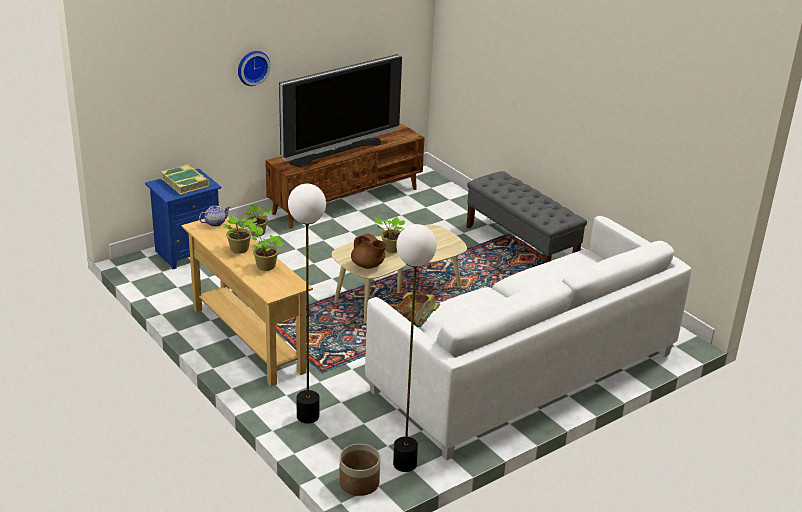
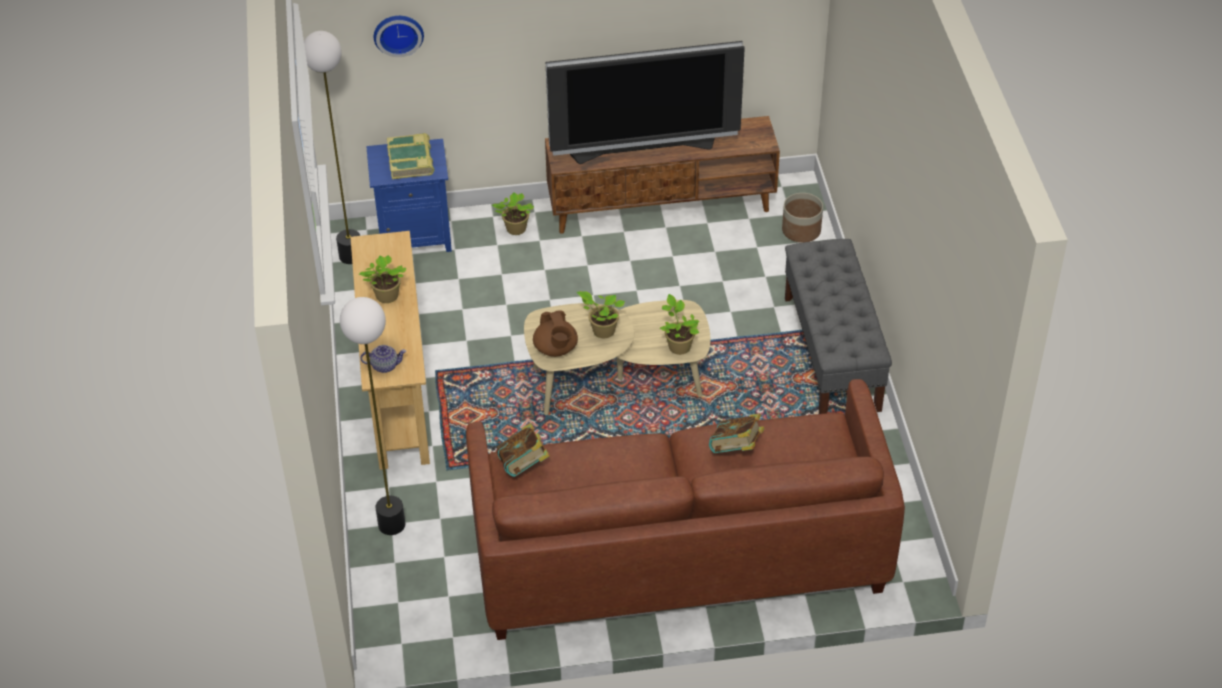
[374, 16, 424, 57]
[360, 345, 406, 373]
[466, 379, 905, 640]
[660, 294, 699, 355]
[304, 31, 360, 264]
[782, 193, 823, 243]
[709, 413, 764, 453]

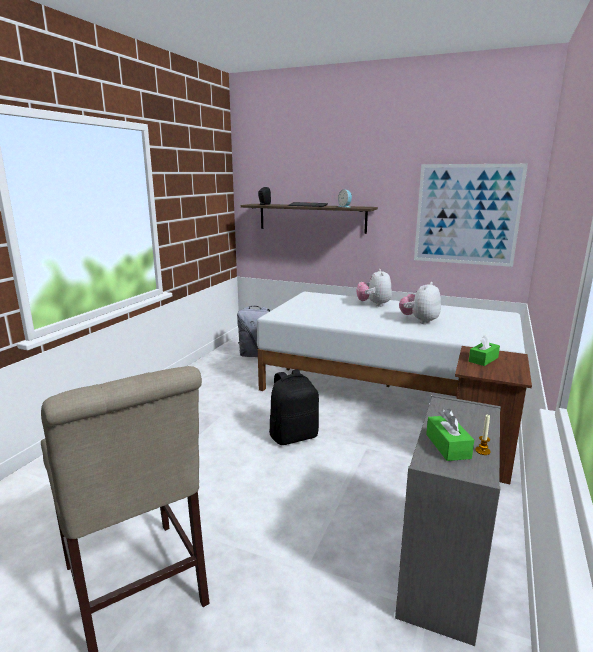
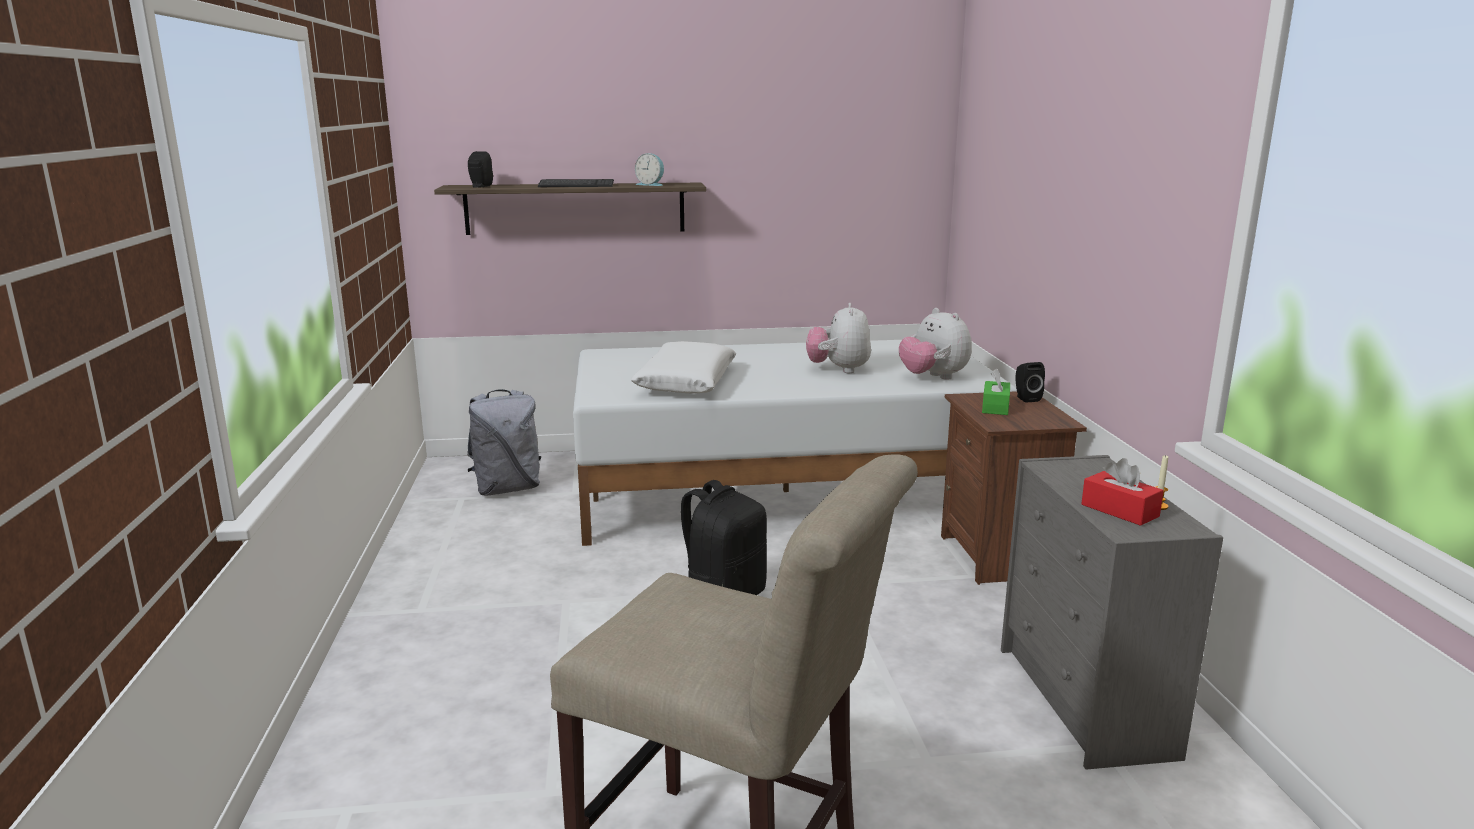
[414, 164, 528, 267] (first image)
[899, 308, 972, 380]
[1081, 458, 1164, 526]
[631, 341, 736, 394]
[1015, 362, 1045, 402]

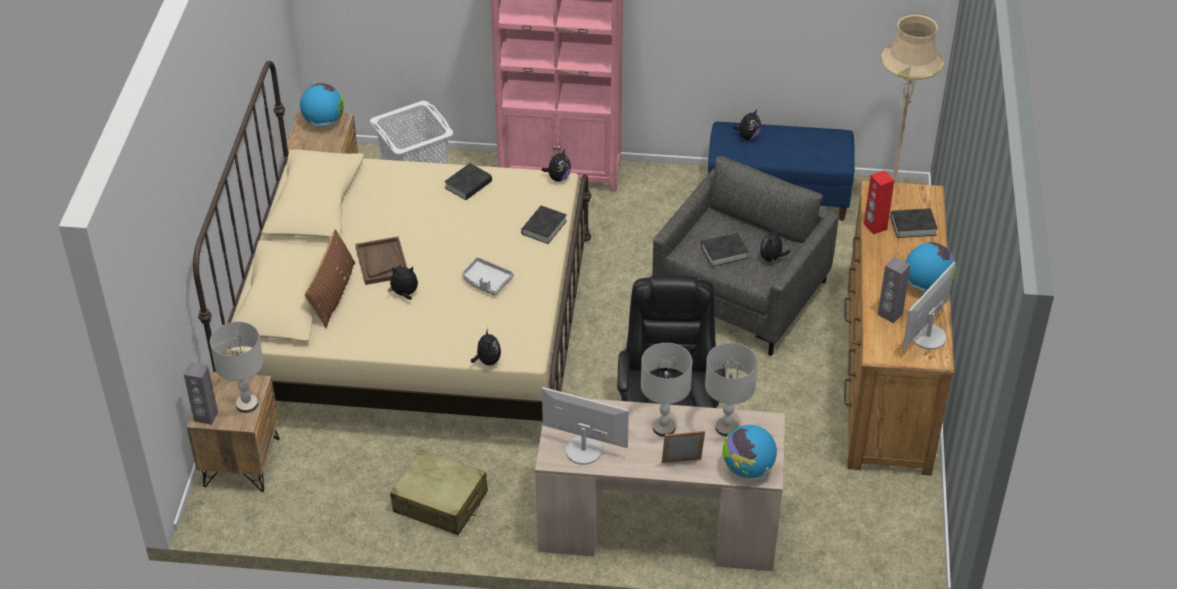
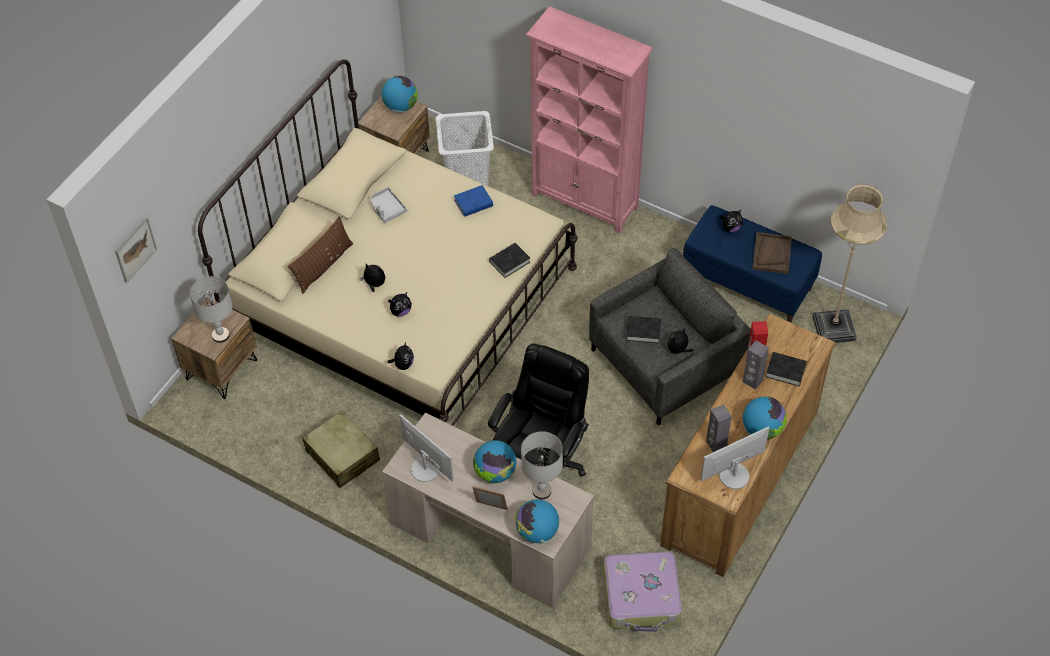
[388, 292, 412, 317]
[454, 185, 493, 217]
[752, 232, 792, 274]
[370, 187, 407, 223]
[473, 440, 517, 484]
[742, 340, 769, 390]
[115, 218, 157, 283]
[603, 551, 682, 632]

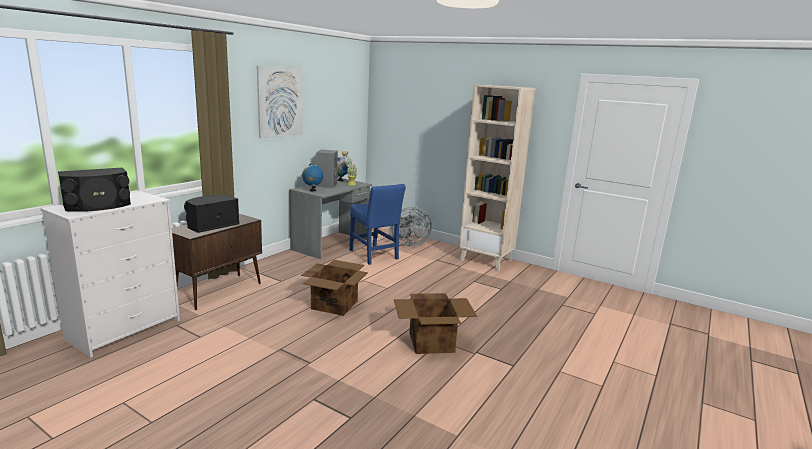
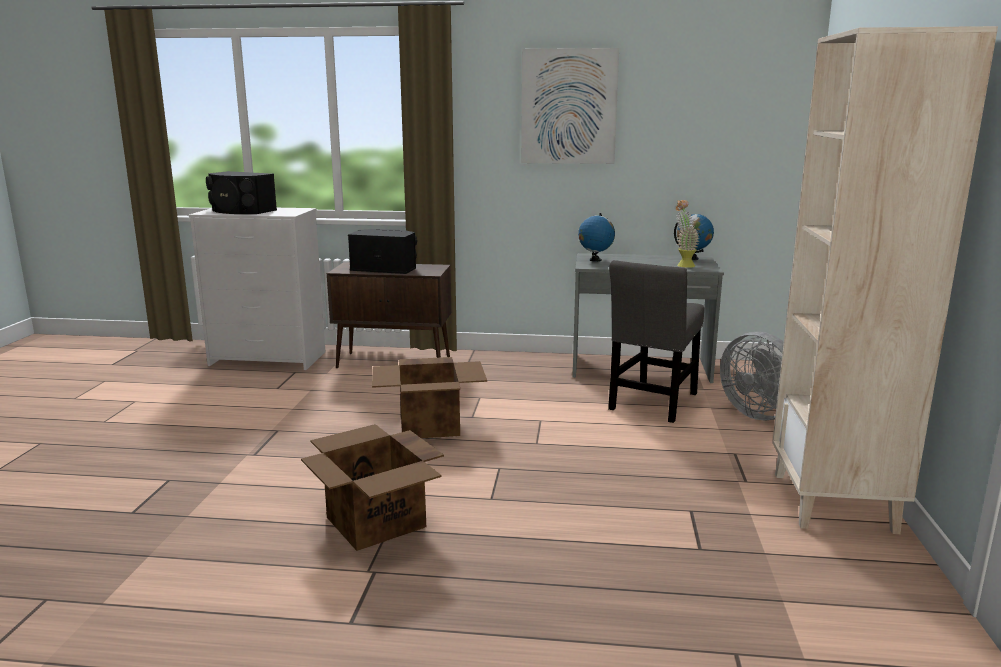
[316, 150, 338, 188] (first image)
[608, 260, 704, 423]

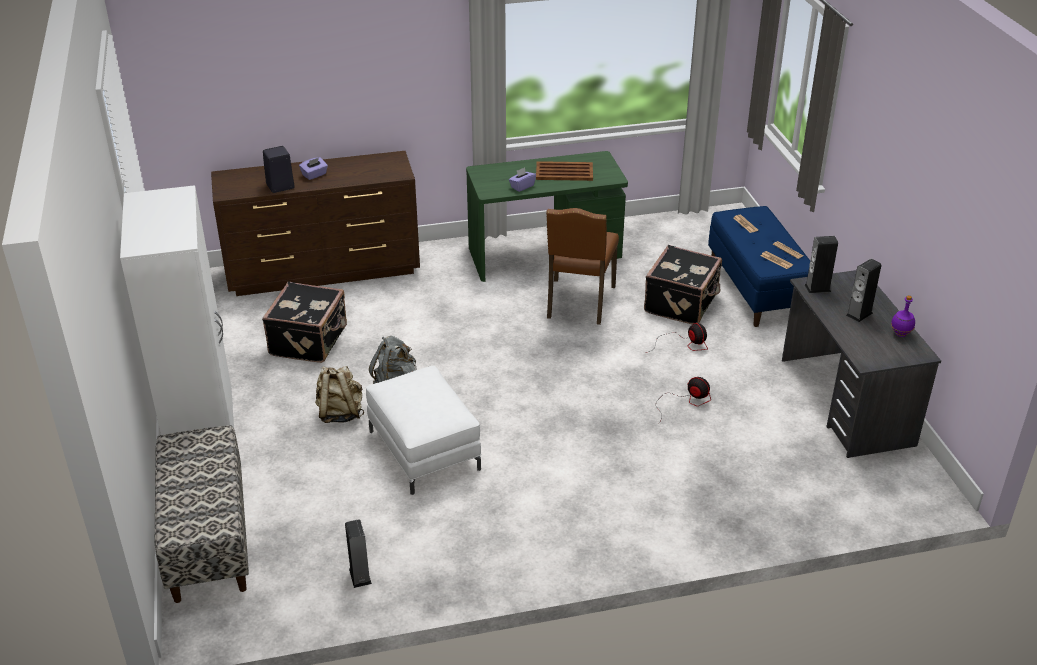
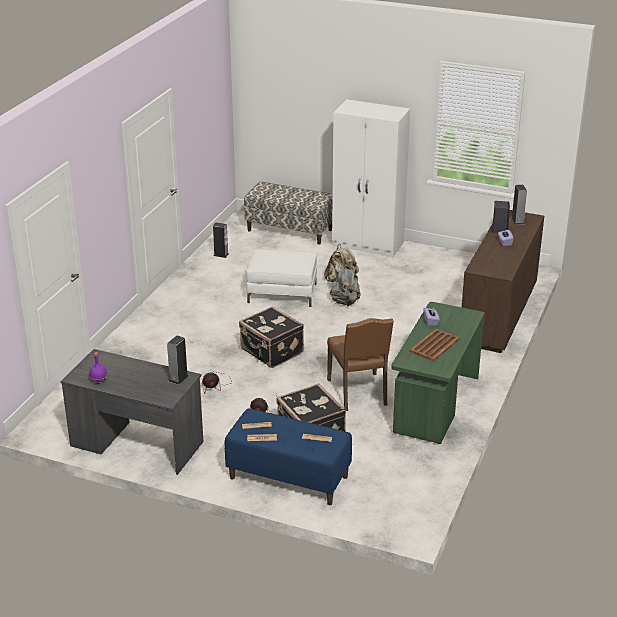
[327, 318, 394, 411]
[511, 184, 527, 225]
[239, 306, 304, 368]

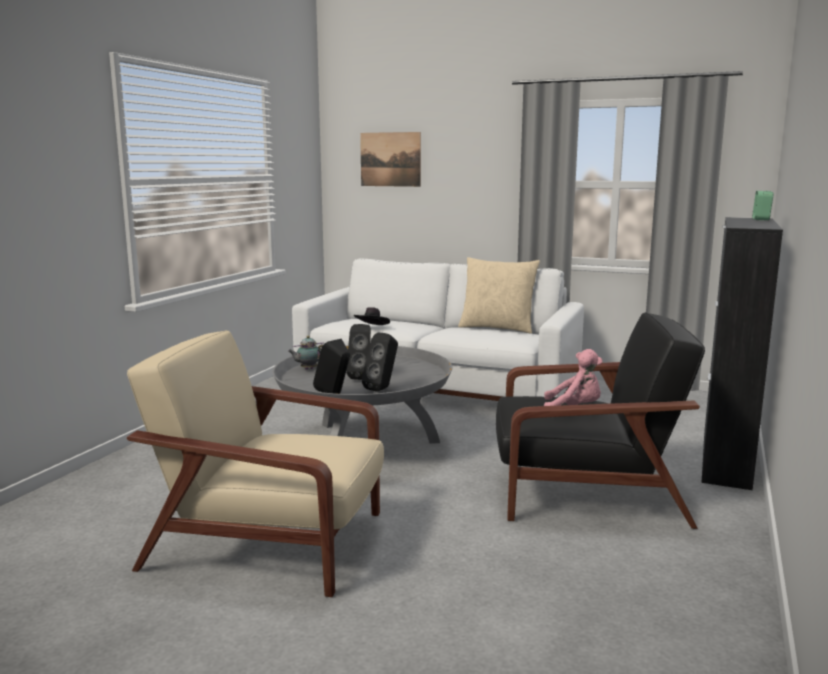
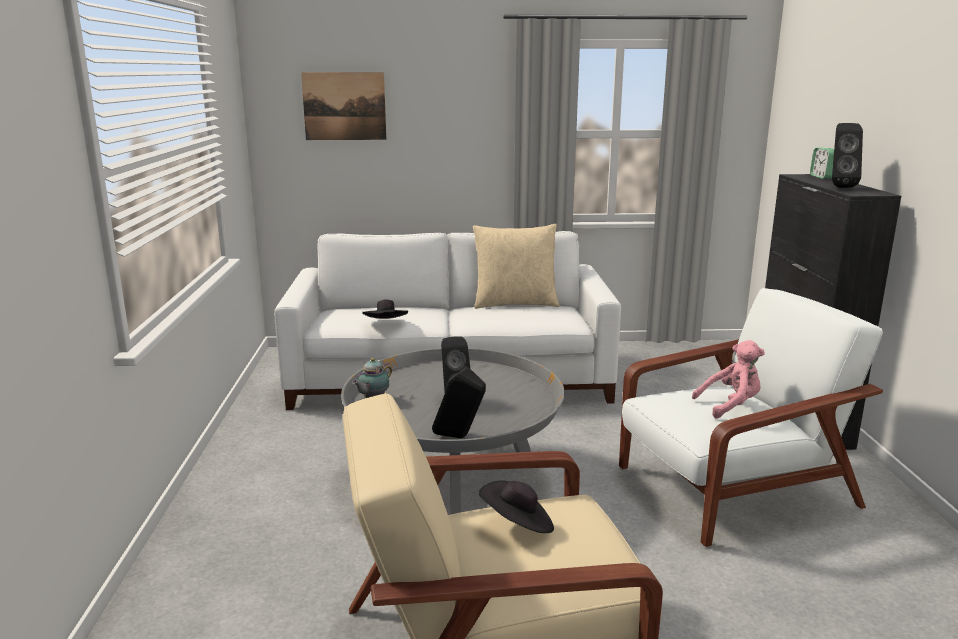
[619, 288, 883, 547]
[832, 123, 863, 188]
[478, 480, 554, 533]

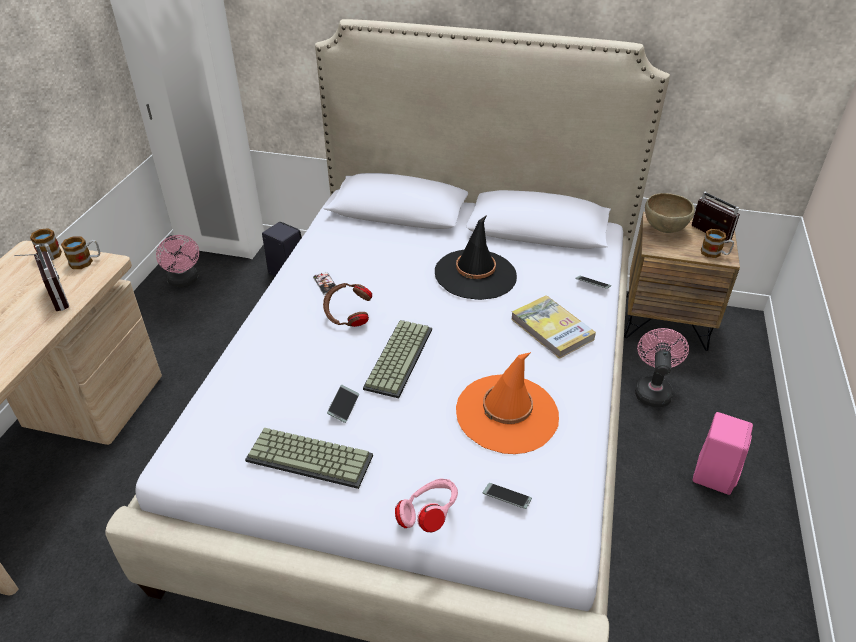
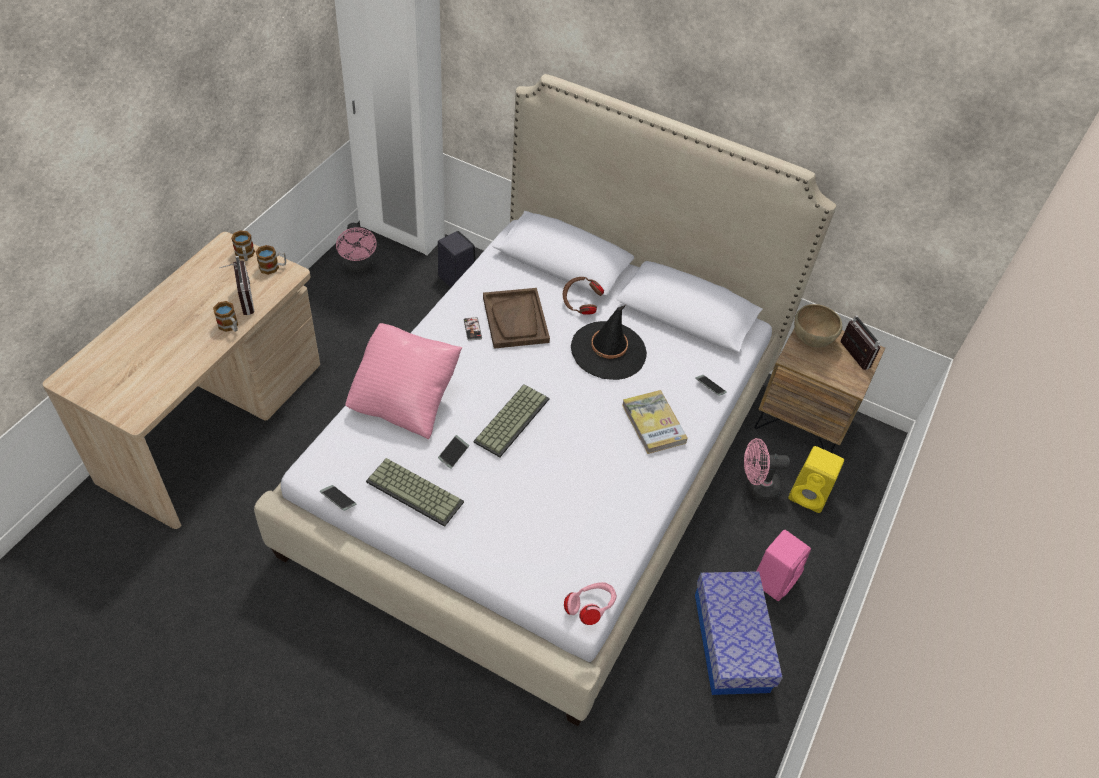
[213, 301, 238, 332]
[563, 277, 604, 315]
[744, 438, 790, 501]
[456, 352, 559, 454] (first image)
[564, 582, 617, 625]
[320, 485, 356, 511]
[483, 288, 550, 349]
[346, 323, 462, 439]
[788, 446, 844, 513]
[695, 571, 782, 695]

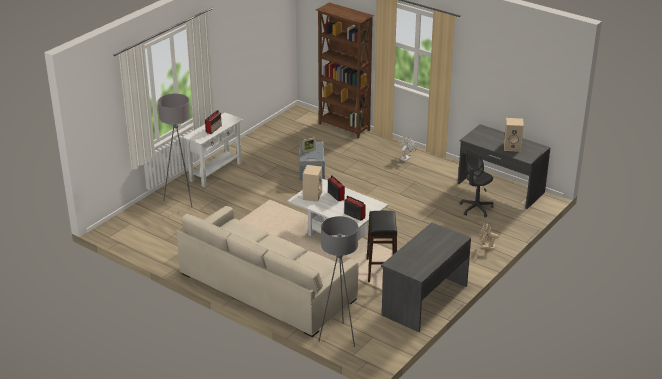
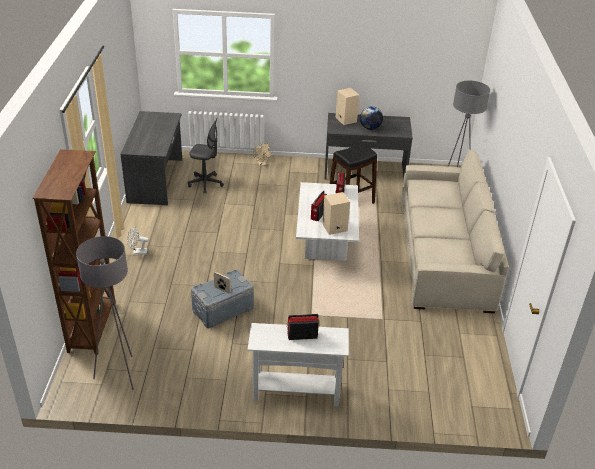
[76, 236, 134, 390]
[335, 88, 359, 125]
[360, 106, 383, 130]

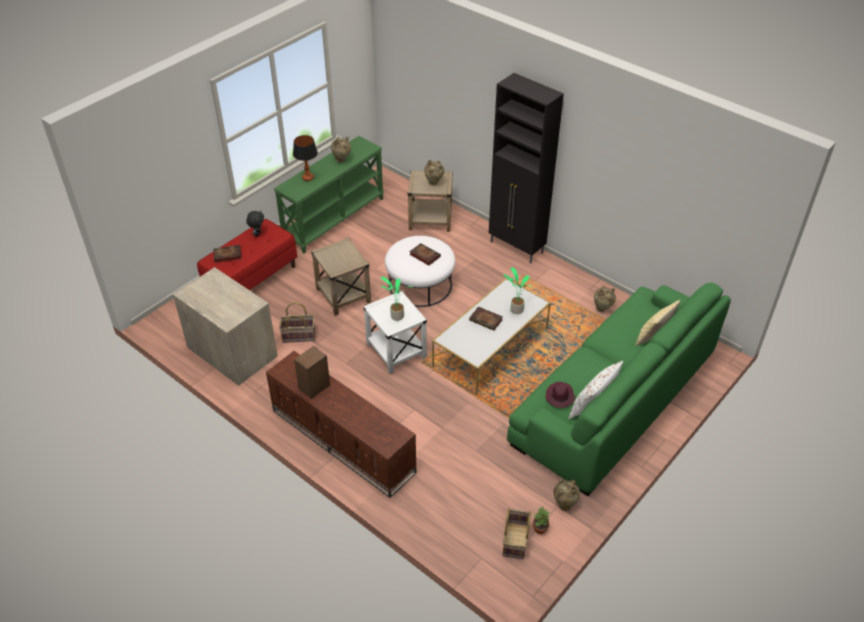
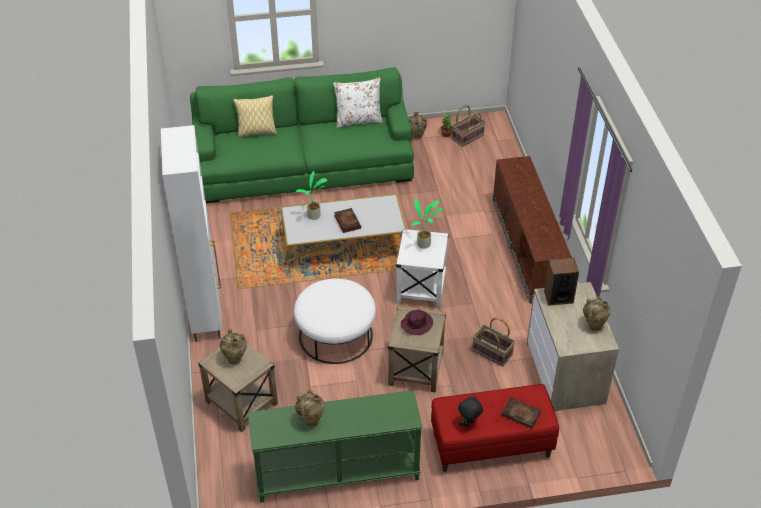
[161, 125, 222, 342]
[293, 135, 318, 181] (first image)
[409, 243, 441, 266] (first image)
[583, 296, 610, 331]
[544, 258, 579, 306]
[401, 310, 433, 335]

